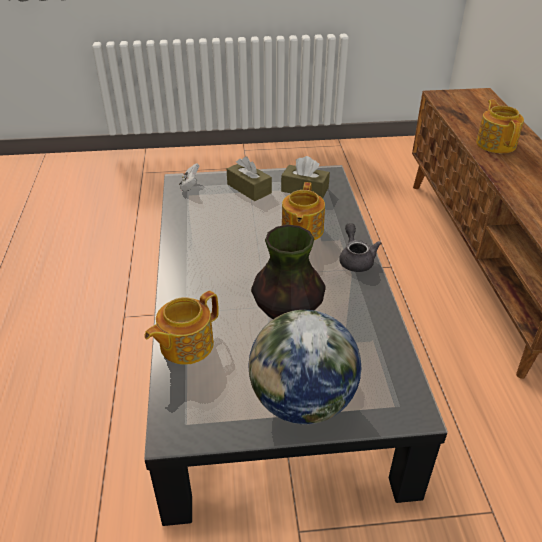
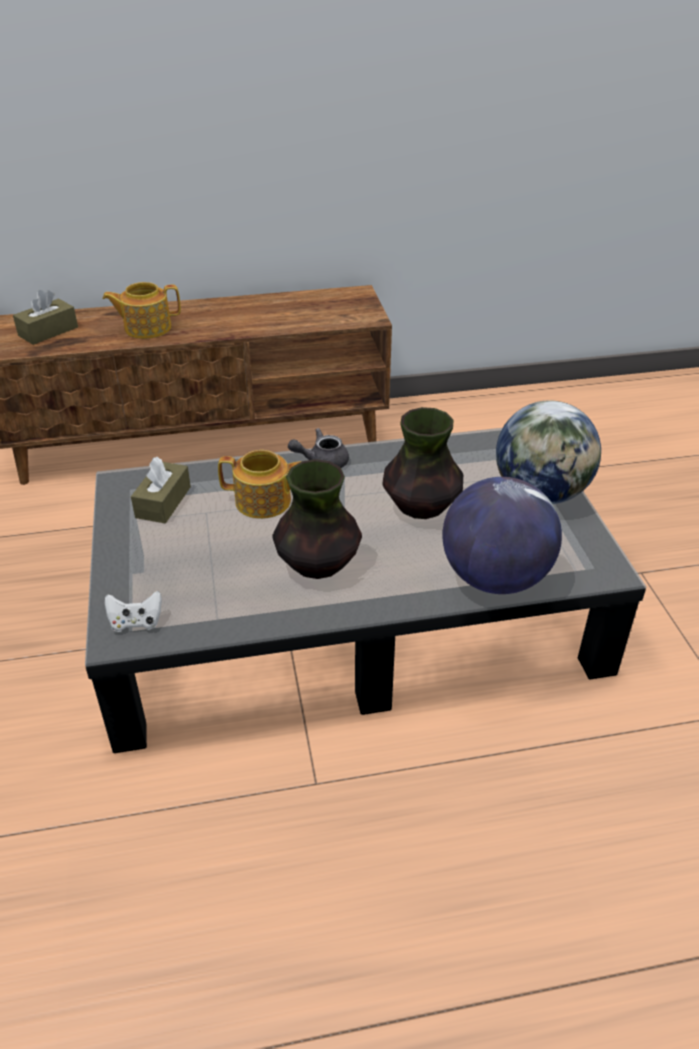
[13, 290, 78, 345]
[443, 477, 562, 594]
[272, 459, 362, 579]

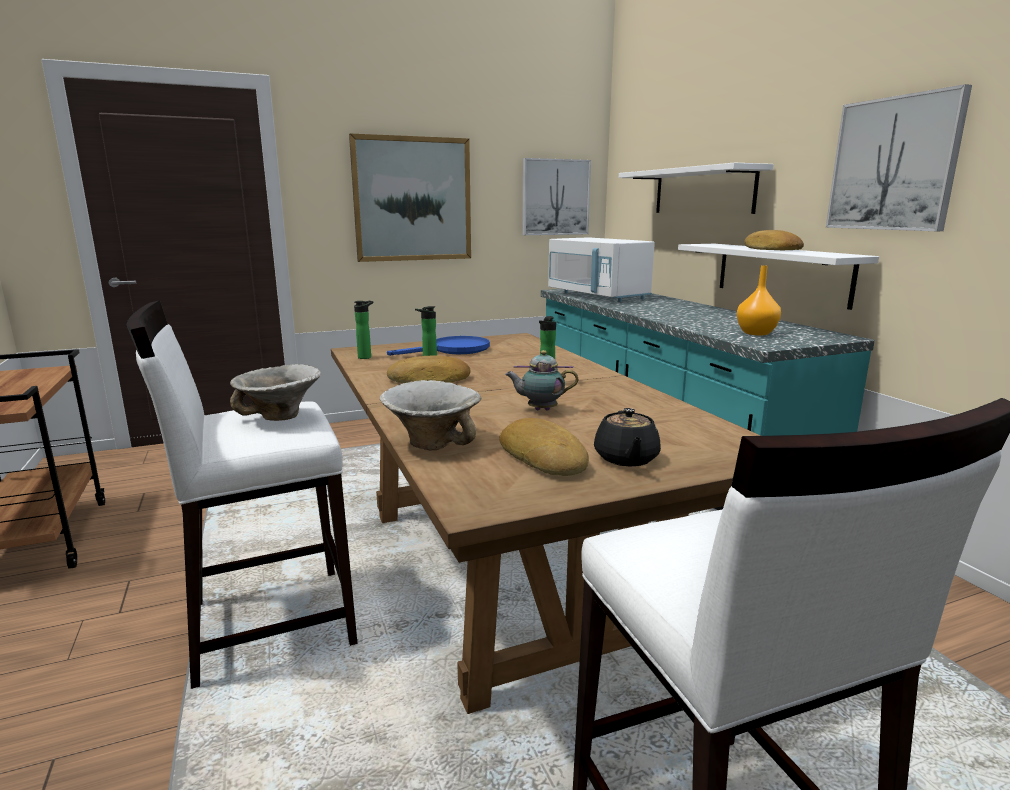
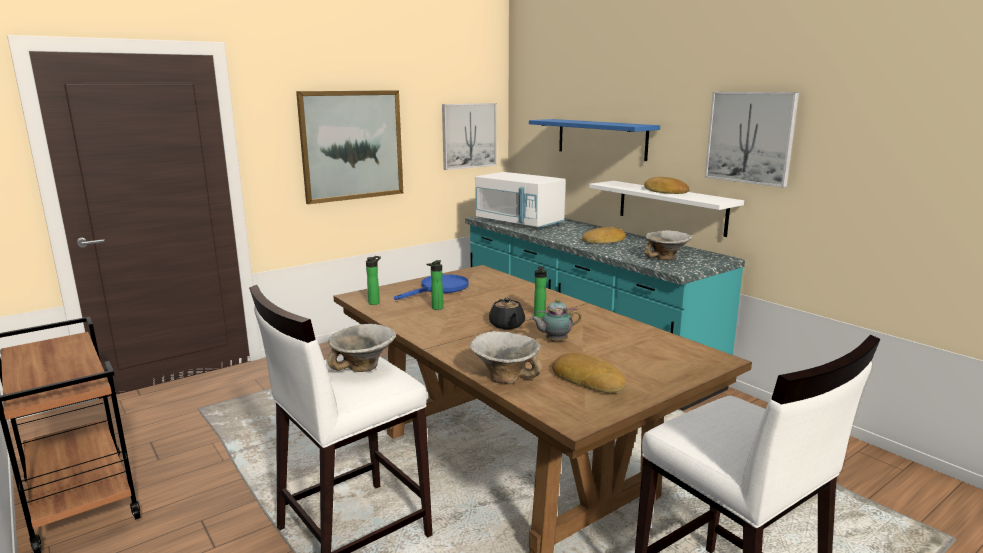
[529, 119, 660, 161]
[644, 230, 692, 260]
[582, 227, 626, 244]
[489, 298, 525, 330]

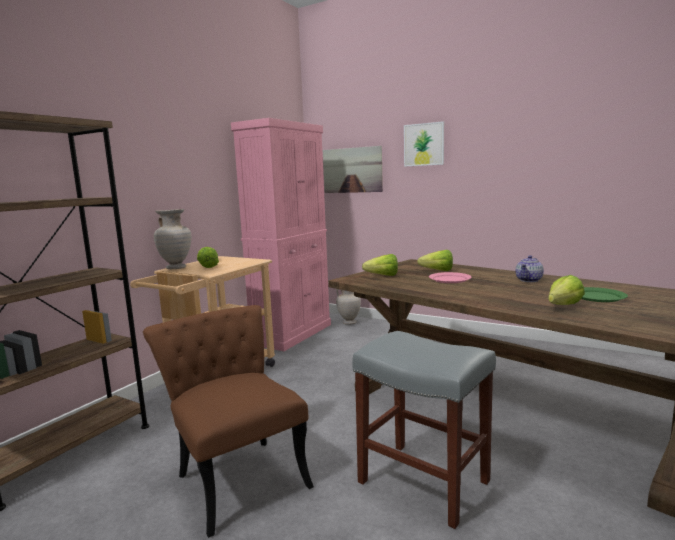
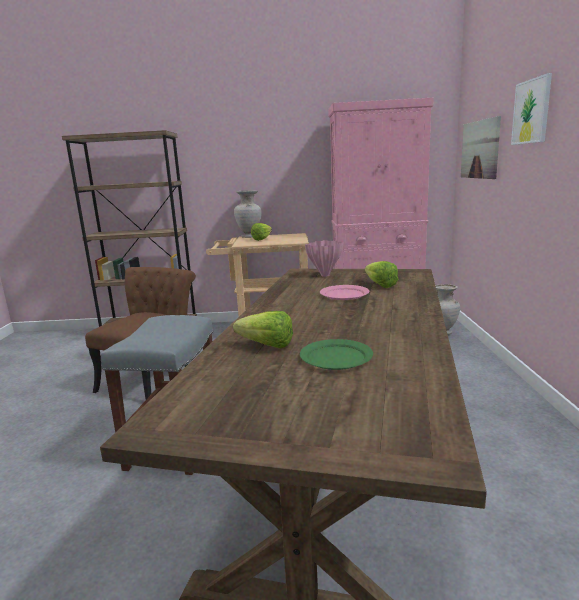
[305, 240, 344, 277]
[515, 255, 544, 282] (first image)

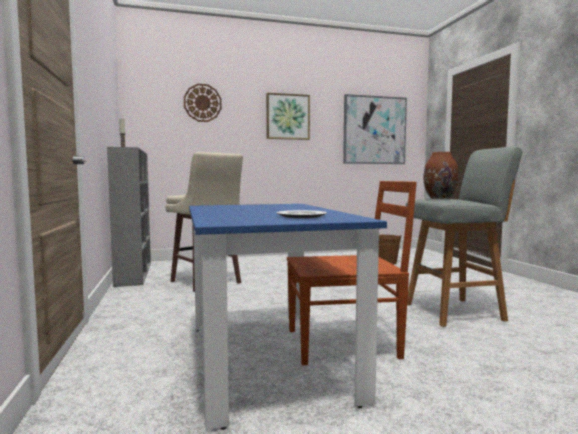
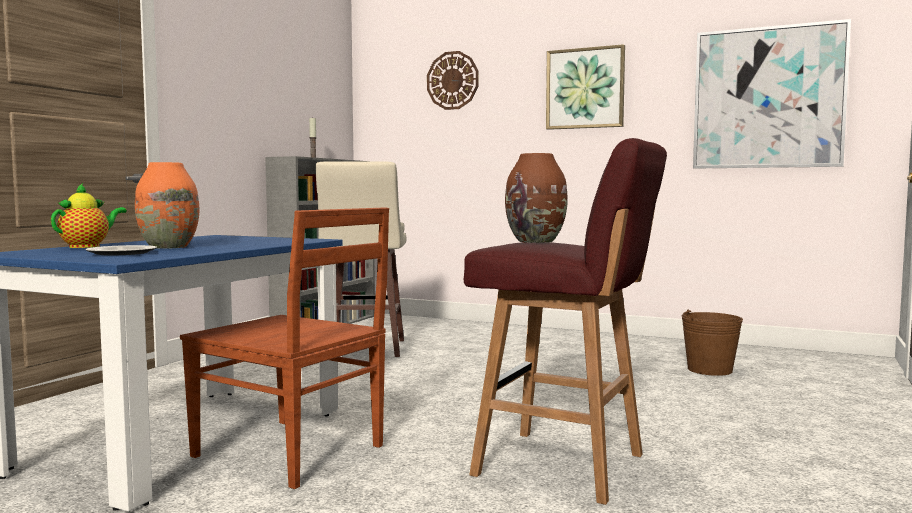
[464, 138, 667, 505]
[135, 162, 199, 249]
[51, 183, 127, 248]

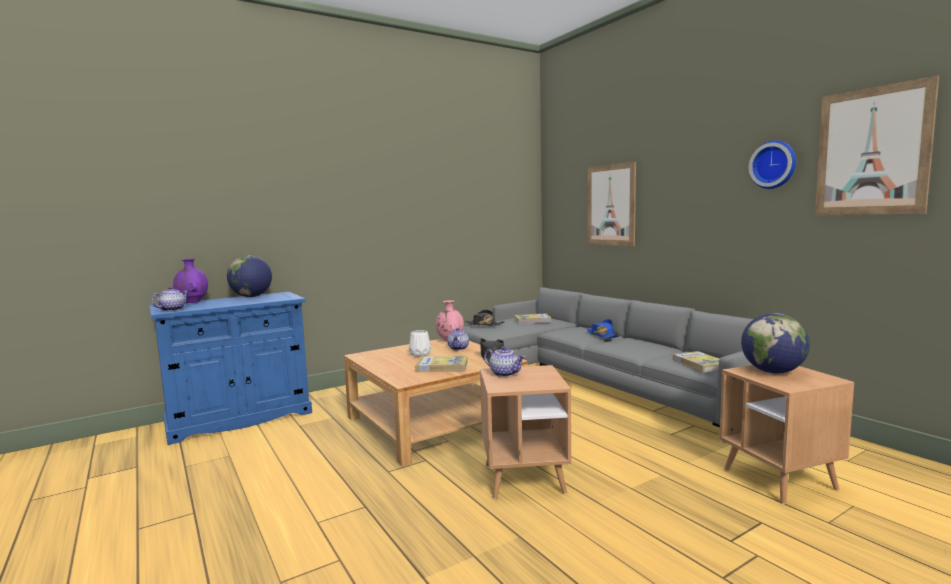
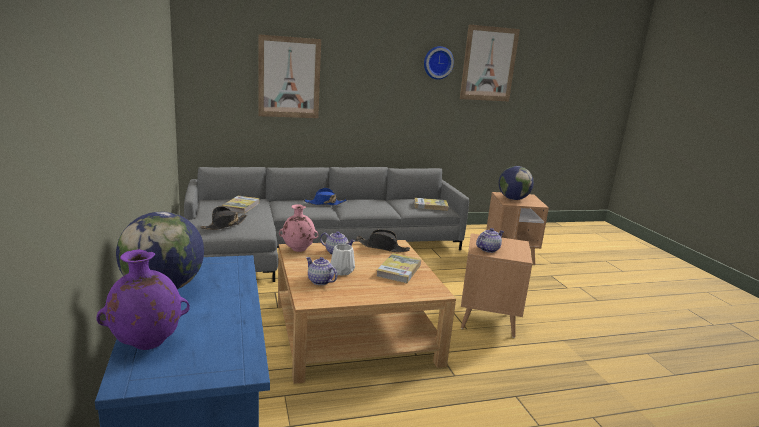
[306, 257, 337, 285]

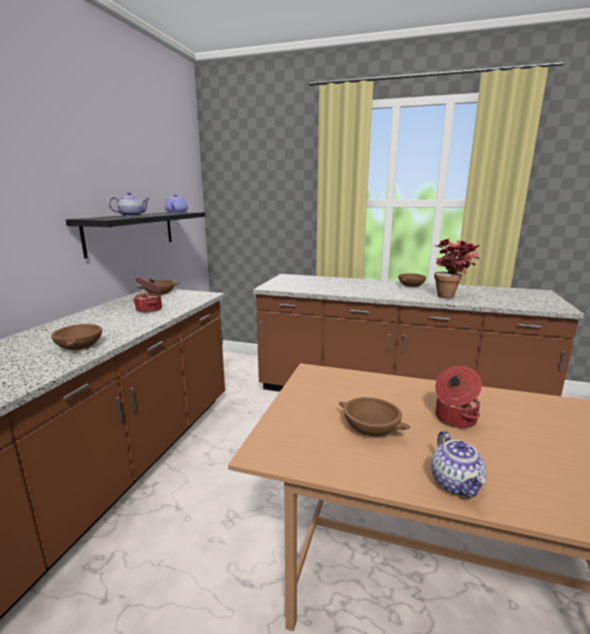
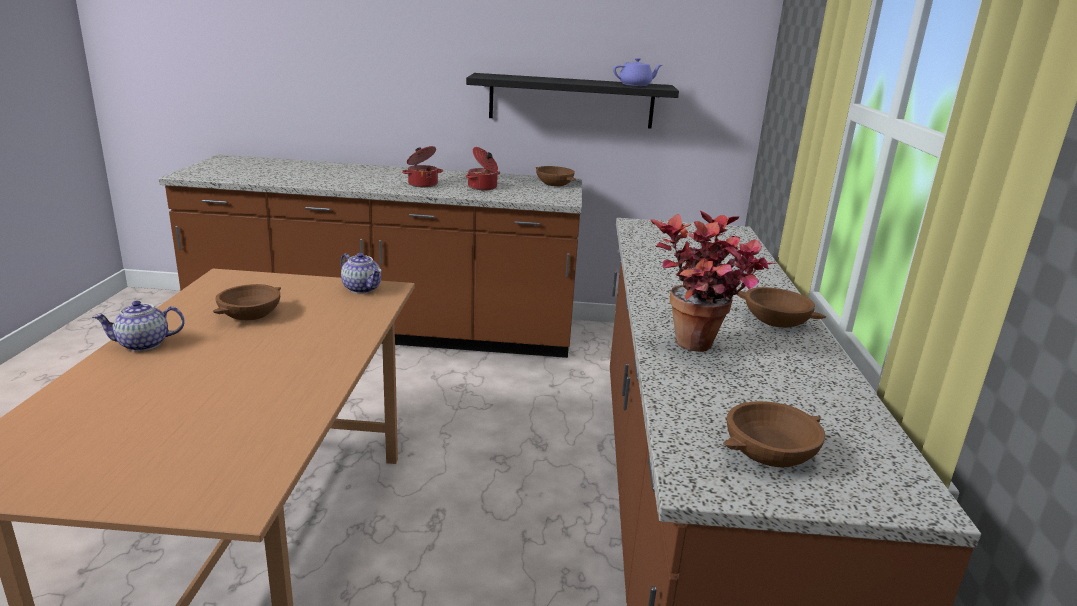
[341, 253, 382, 293]
[723, 401, 825, 467]
[402, 146, 443, 188]

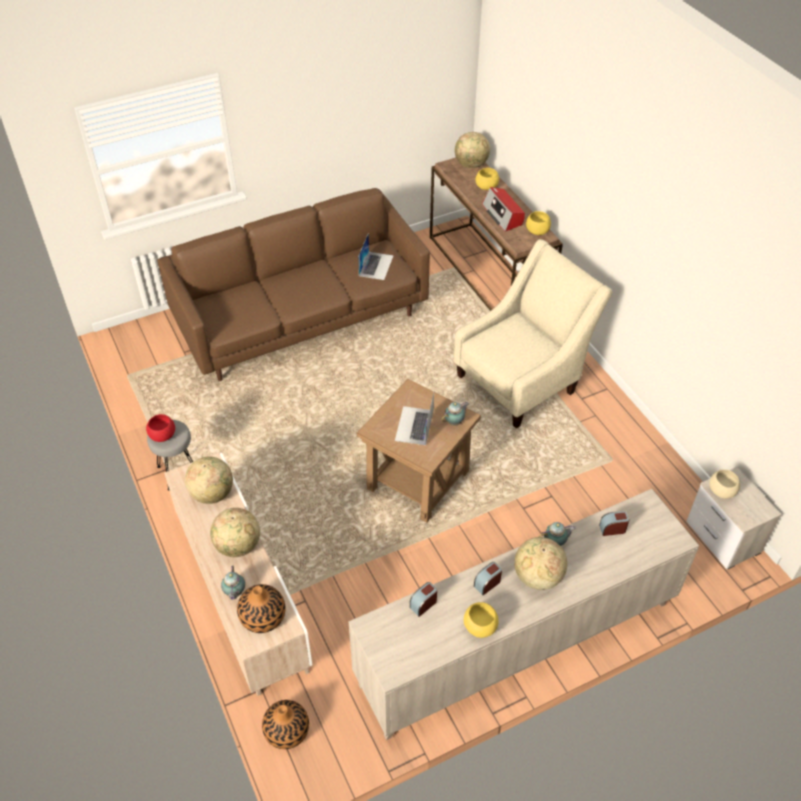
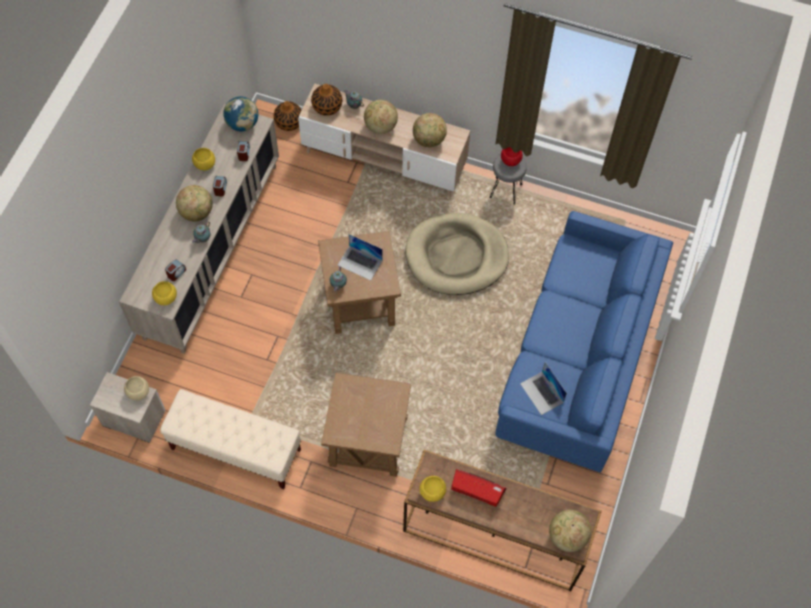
[152, 281, 177, 305]
[495, 211, 673, 473]
[321, 372, 411, 477]
[338, 234, 383, 281]
[223, 96, 258, 132]
[405, 213, 509, 295]
[160, 389, 301, 489]

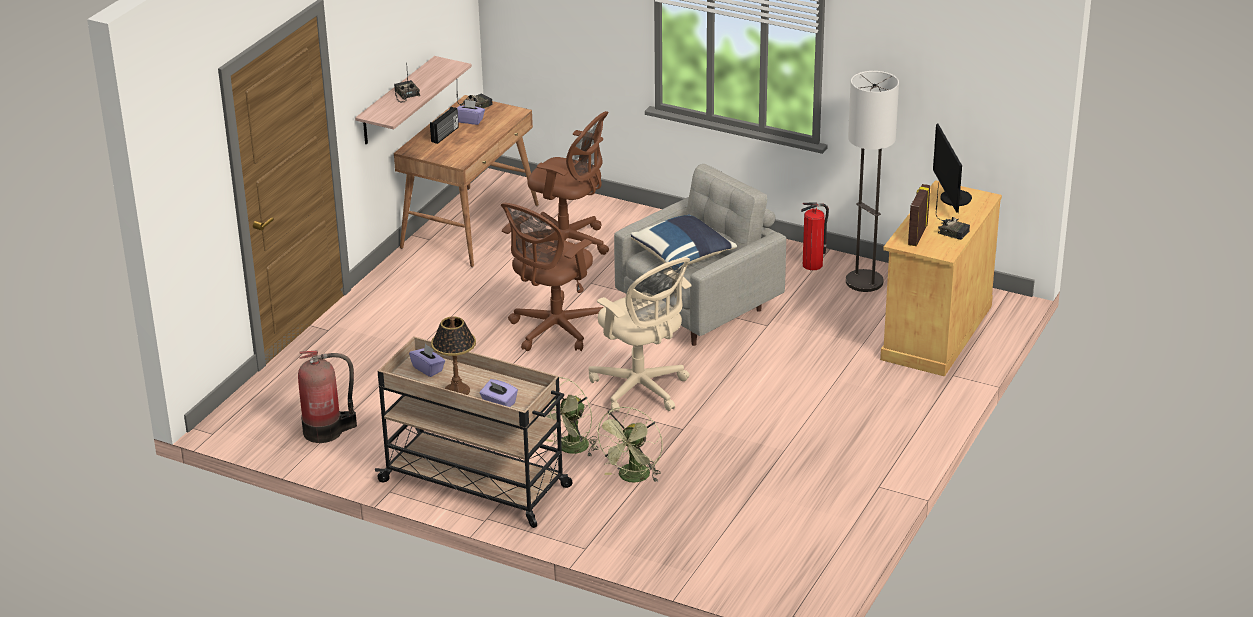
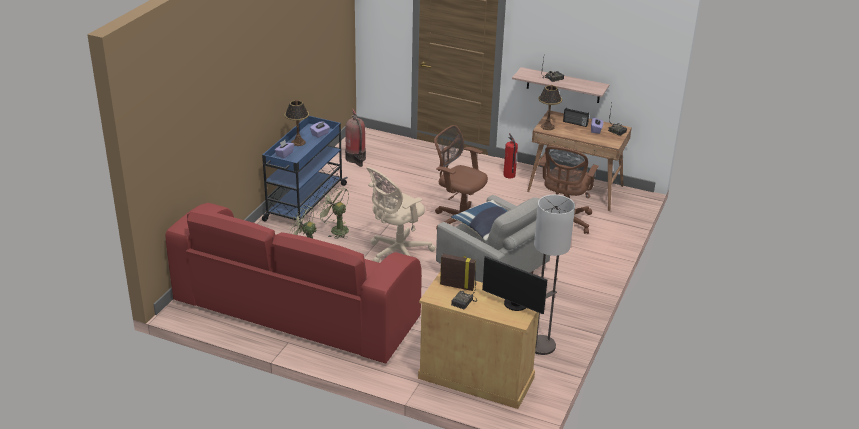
[482, 256, 547, 314]
[503, 133, 518, 178]
[262, 116, 348, 231]
[538, 85, 562, 130]
[165, 203, 422, 363]

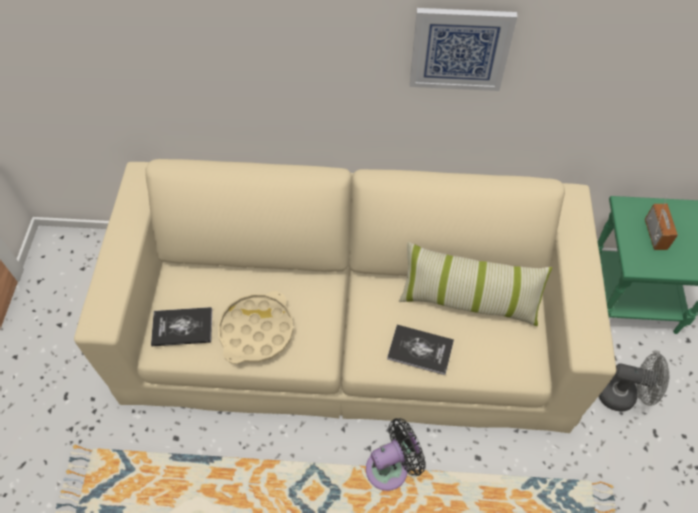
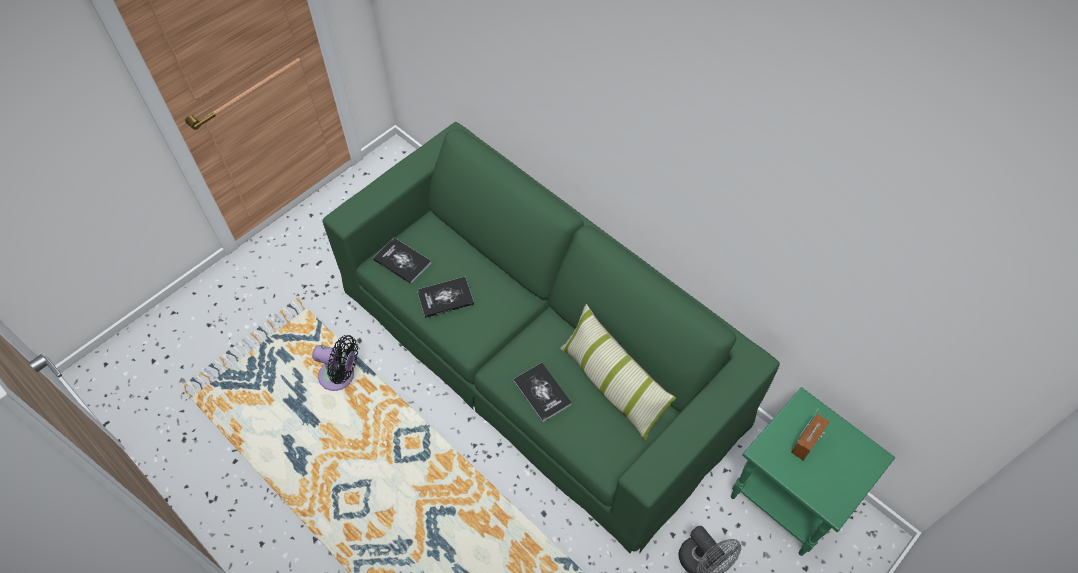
[410, 8, 517, 91] (first image)
[322, 122, 780, 553]
[417, 277, 474, 318]
[312, 335, 358, 391]

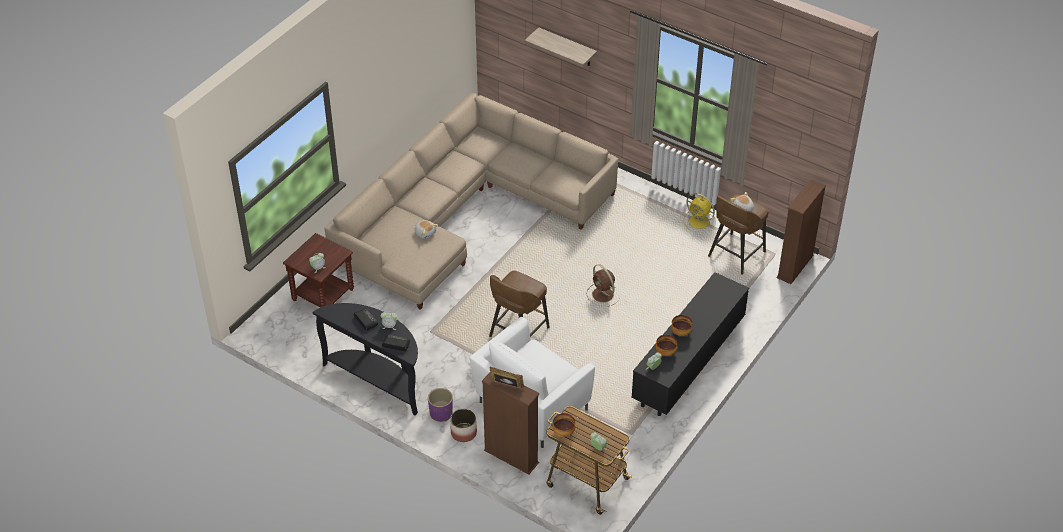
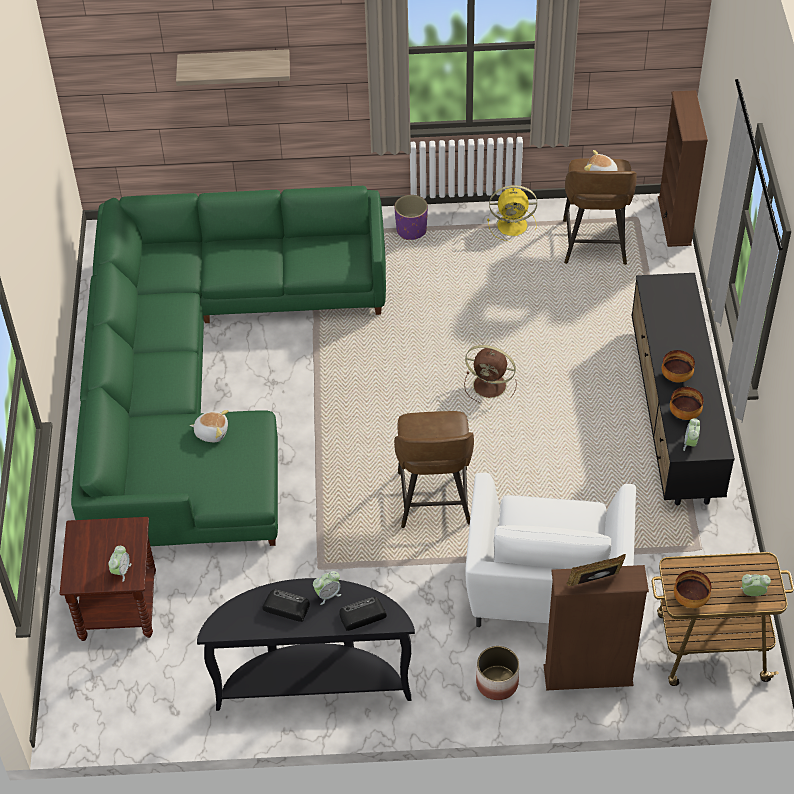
[71, 186, 386, 546]
[394, 195, 428, 240]

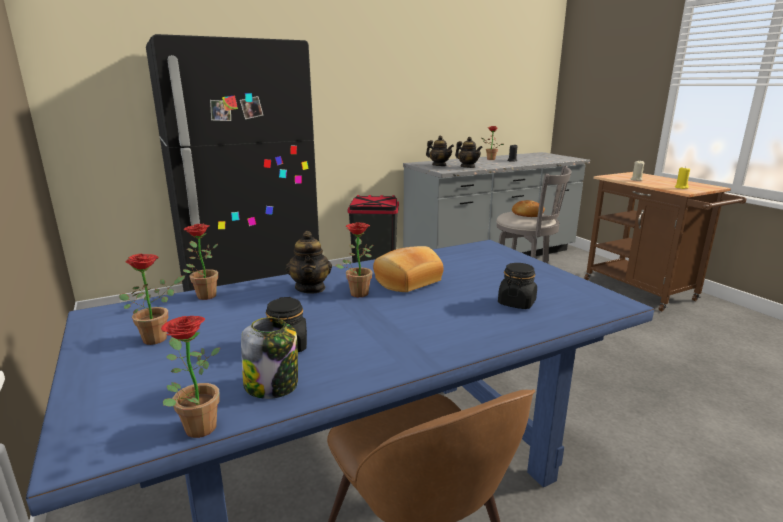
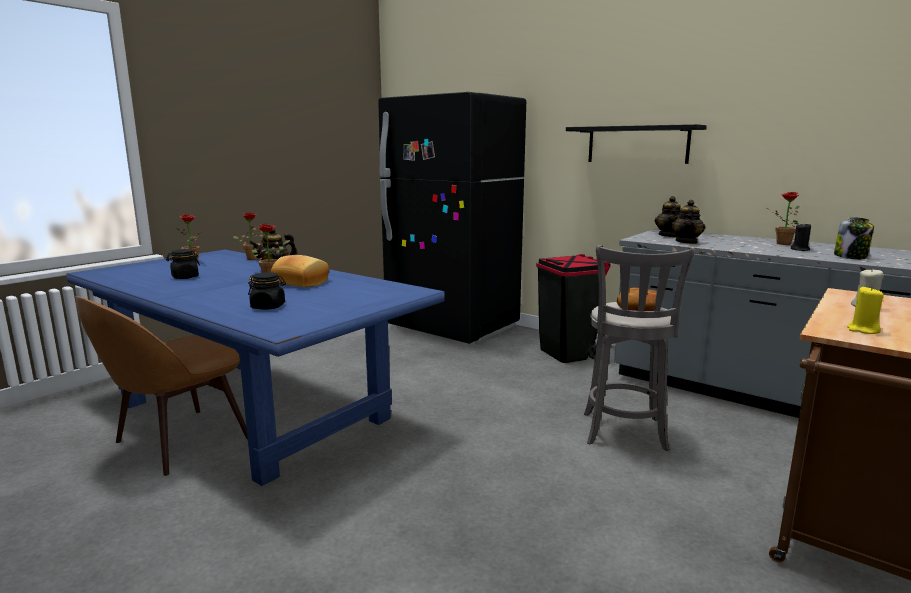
[161, 316, 220, 438] (first image)
[834, 217, 874, 259]
[566, 124, 707, 164]

